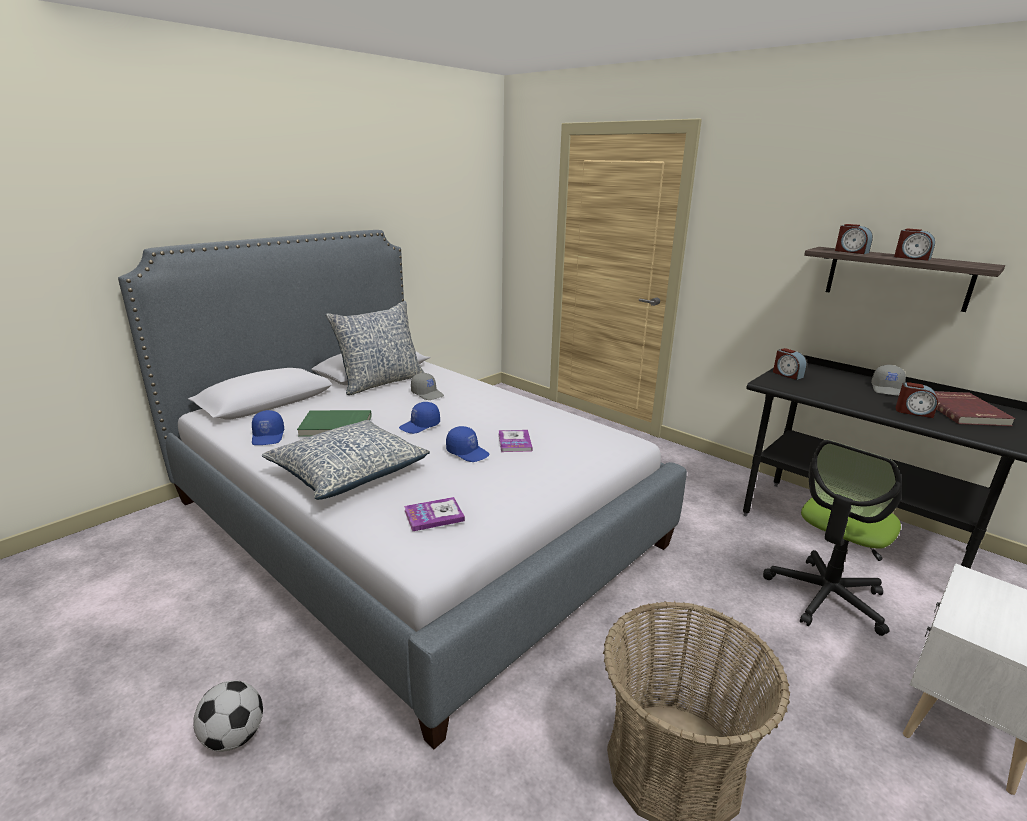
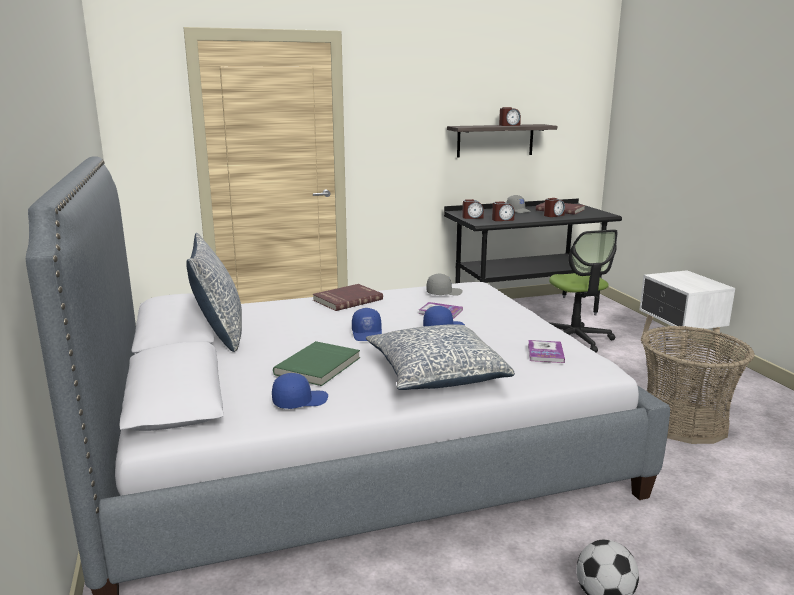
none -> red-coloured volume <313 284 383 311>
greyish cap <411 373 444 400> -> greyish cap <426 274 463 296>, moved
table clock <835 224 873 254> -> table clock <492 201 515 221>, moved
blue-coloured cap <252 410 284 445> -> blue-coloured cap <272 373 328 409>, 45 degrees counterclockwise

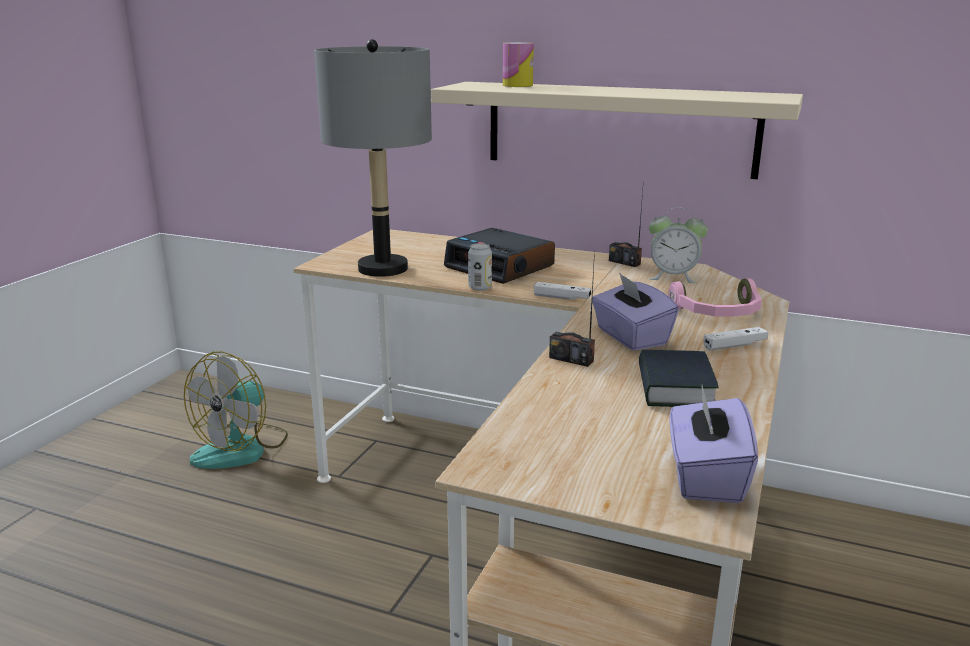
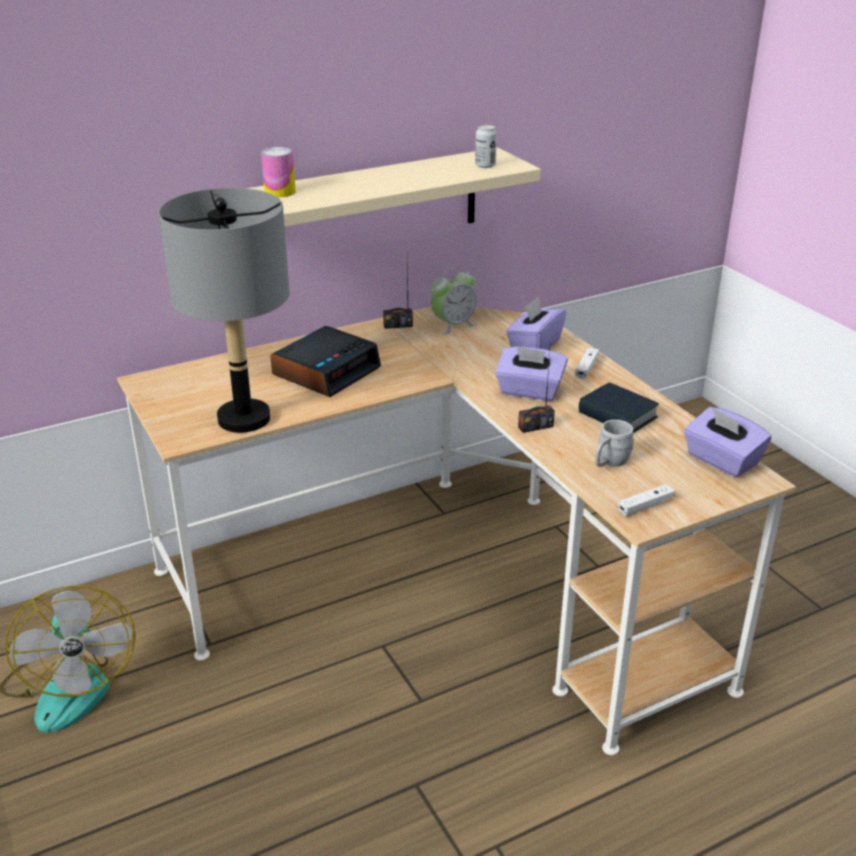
none -> greyish mug <595 420 634 467>
can <468 243 492 291> -> can <475 125 497 168>, moved
white joypad <534 282 591 300> -> white joypad <618 484 675 516>, moved
pinkish headphones <668 278 762 316> -> purple-coloured tissue holder <506 297 566 350>
table clock <444 228 555 284> -> table clock <270 326 381 397>, 45 degrees counterclockwise

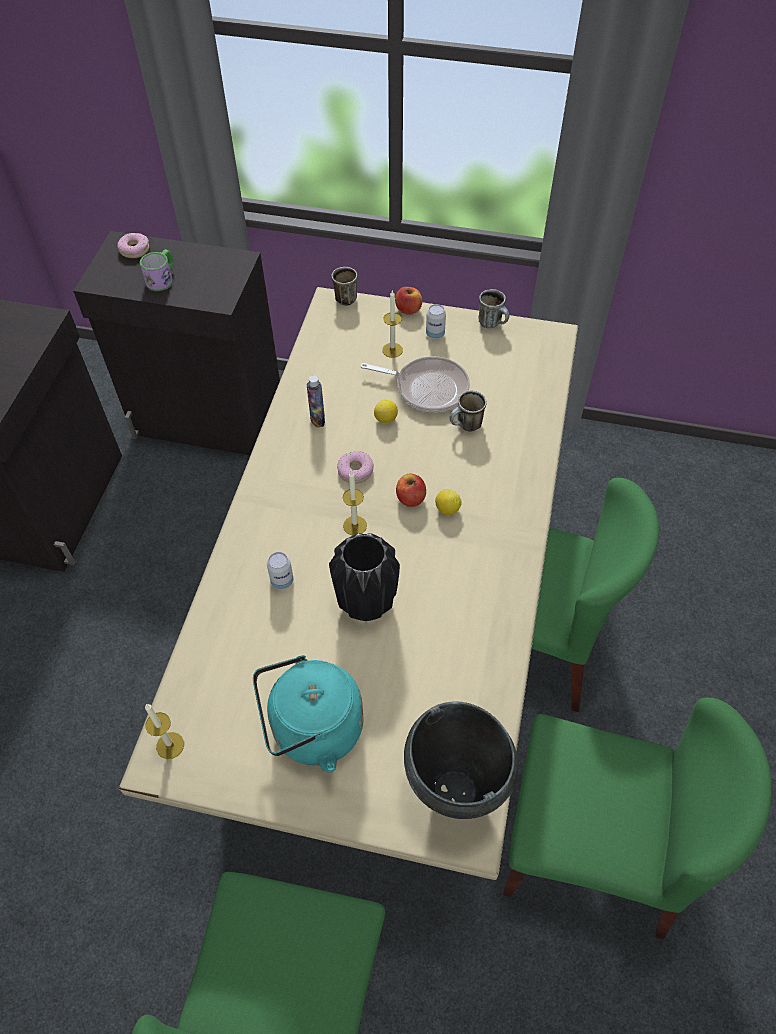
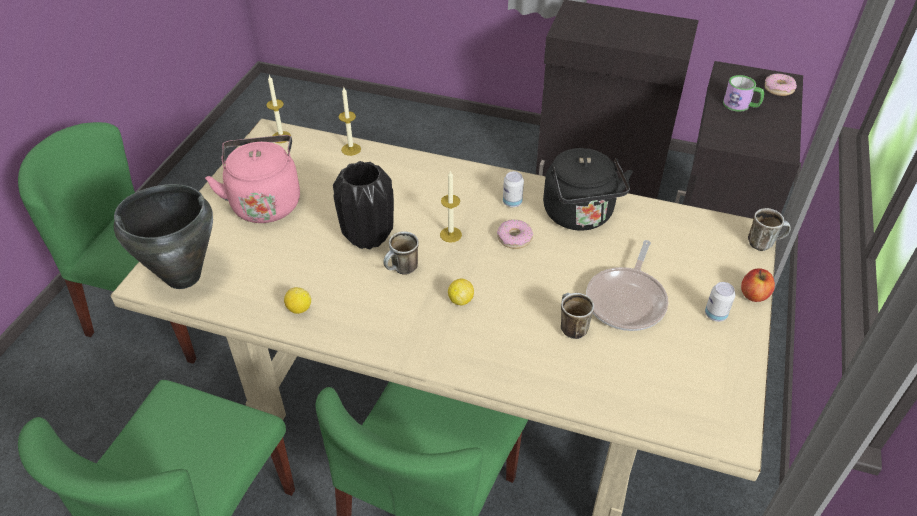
whole apple <396 474 426 507> -> none
can <267 552 294 589> -> can <503 171 524 207>, moved
whole lemon <374 400 398 424> -> whole lemon <284 287 311 314>, moved
wax candle <382 290 403 358> -> wax candle <339 86 361 156>, moved
mug <479 289 509 328> -> mug <383 231 419 274>, moved
beverage bottle <307 375 325 428> -> black tea kettle <543 148 633 231>
turquoise-coloured tea kettle <253 655 363 773> -> pinkish tea kettle <205 135 300 223>

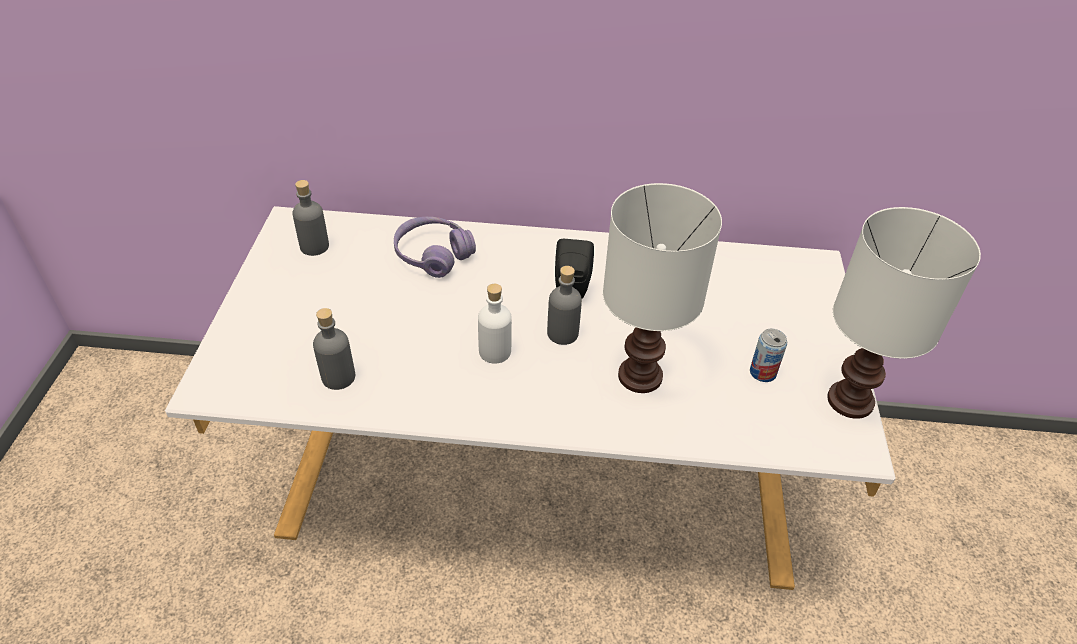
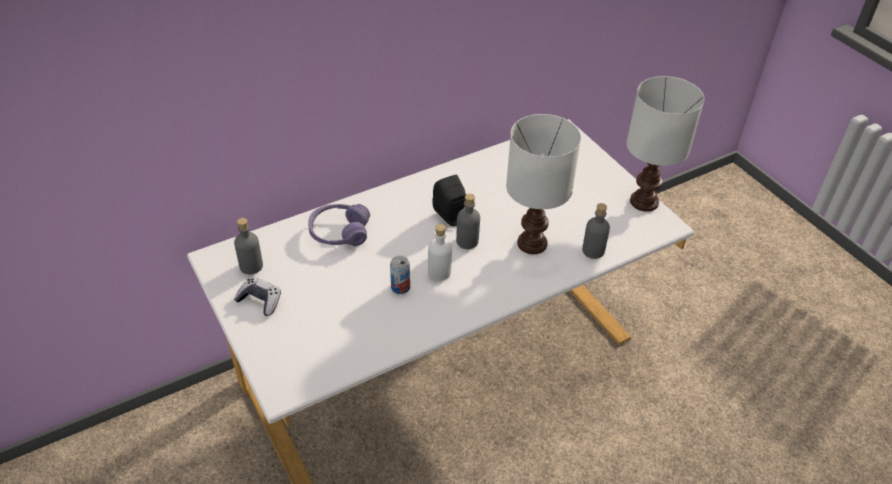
none -> joypad <234 277 281 316>
greyish beverage bottle <313 308 355 390> -> greyish beverage bottle <582 203 610 259>, moved
can <750 329 787 382> -> can <390 256 410 294>, moved

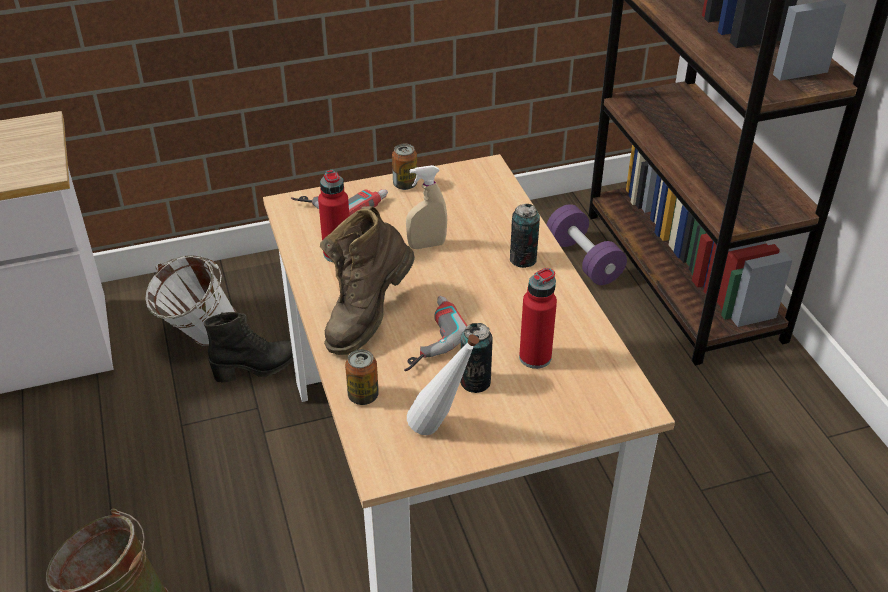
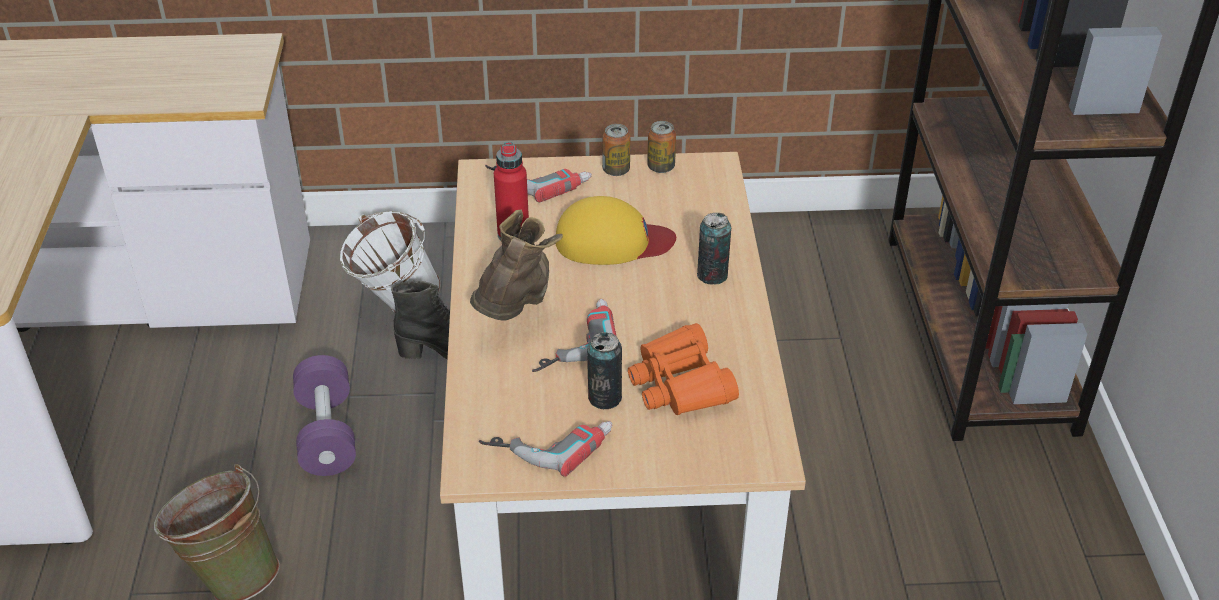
can <345 349 379 405> -> can <647 121 676 173>, moved
purple-coloured free weight <547 204 627 285> -> purple-coloured free weight <293 355 356 476>, moved
beige-coloured hand sprayer <406 165 447 249> -> yellowish cap <555 196 676 265>
white beverage bottle <407 334 479 435> -> electric drill <479 421 612 477>
red-coloured beverage bottle <519 268 557 369> -> orange-coloured pair of binoculars <628 323 739 415>
brown-coloured boot <320 206 415 355> -> brown-coloured boot <470 209 563 321>, 150 degrees clockwise

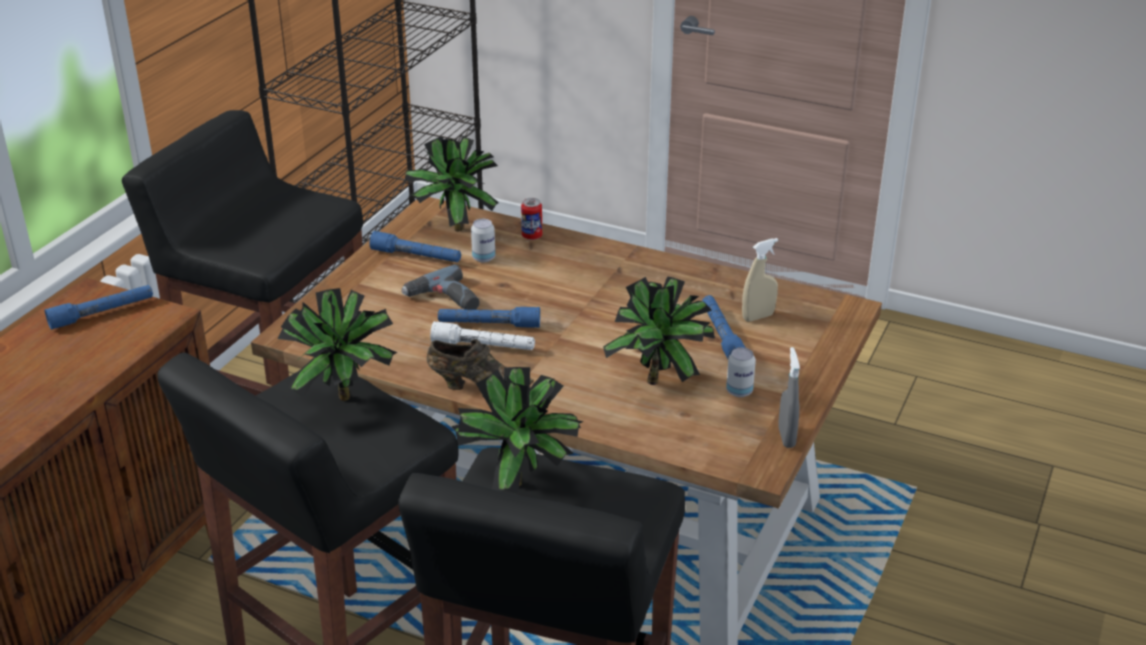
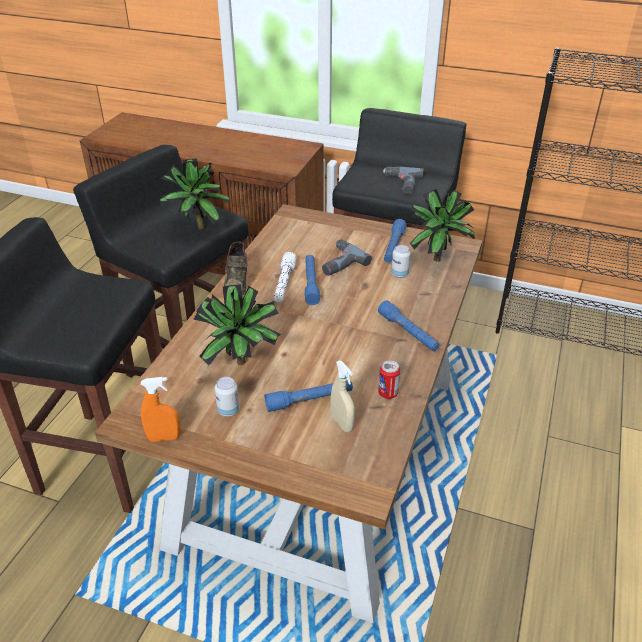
houseplant <451 367 584 494> -> none
none -> electric drill <383 167 424 195>
blue-coloured flashlight <45 285 153 330> -> blue-coloured flashlight <378 300 439 351>, moved
can <521 198 542 240> -> can <378 361 400 399>, moved
greyish hand sprayer <778 347 800 448> -> orange-coloured hand sprayer <141 377 180 442>

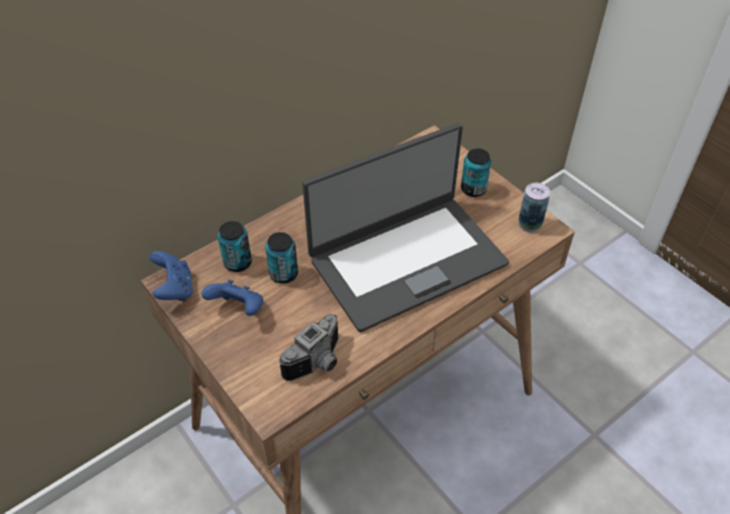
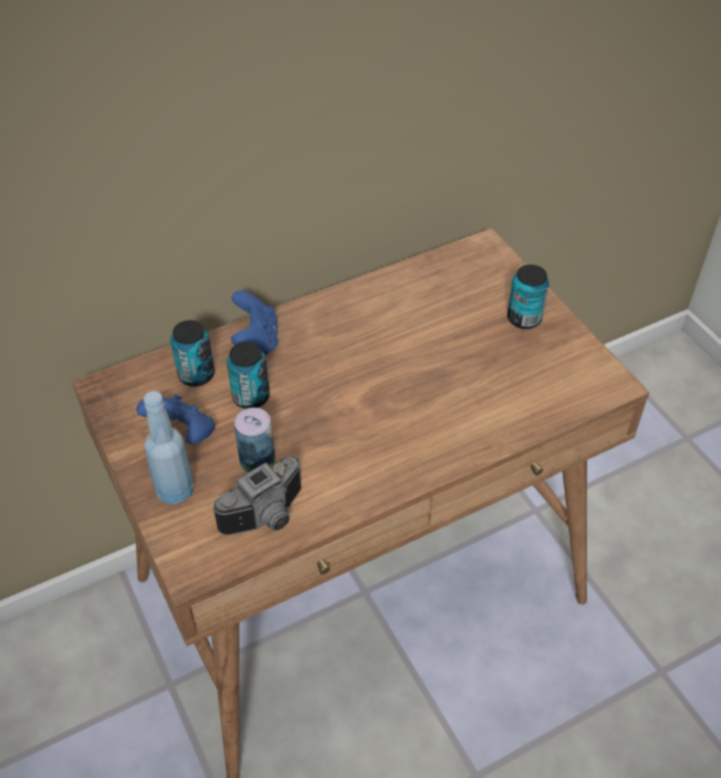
laptop <302 123 509 332> -> none
none -> blue-coloured beverage bottle <143 391 194 505>
blue-coloured joypad <149 251 193 301> -> blue-coloured joypad <231 291 278 355>, moved
can <518 183 550 233> -> can <234 408 275 474>, moved

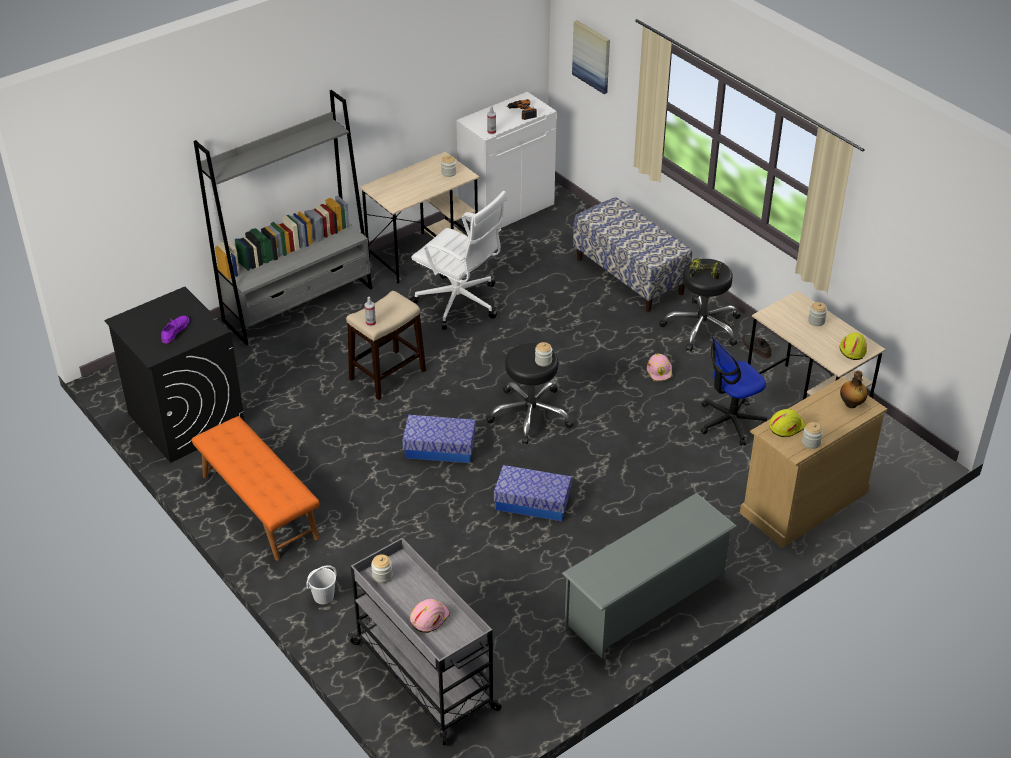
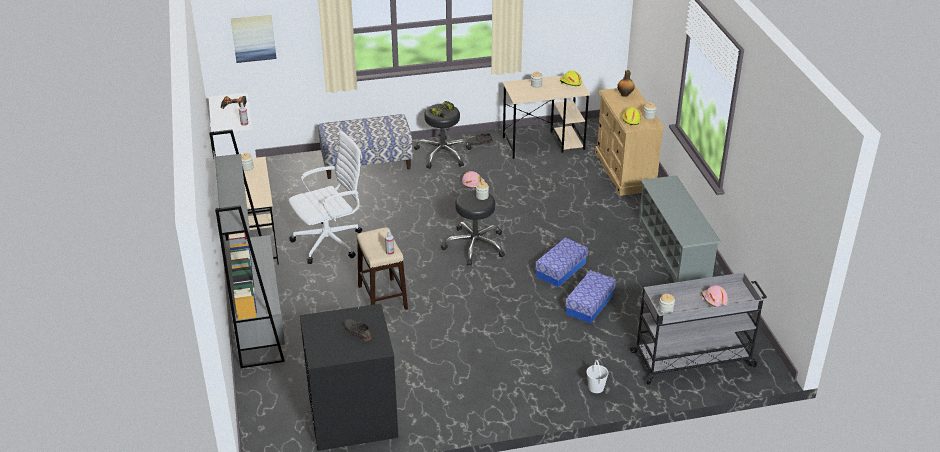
orange-coloured indoor bench <192 416 319 561> -> none
computer chair <700 337 767 446> -> none
storage container <402 415 476 463> -> storage container <565 270 616 323>, moved
purple-coloured item of footwear <161 315 189 344> -> greyish item of footwear <344 319 372 341>

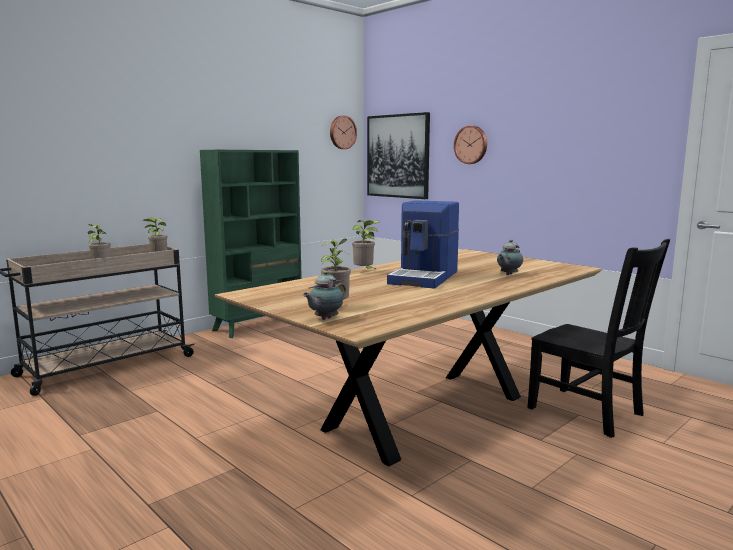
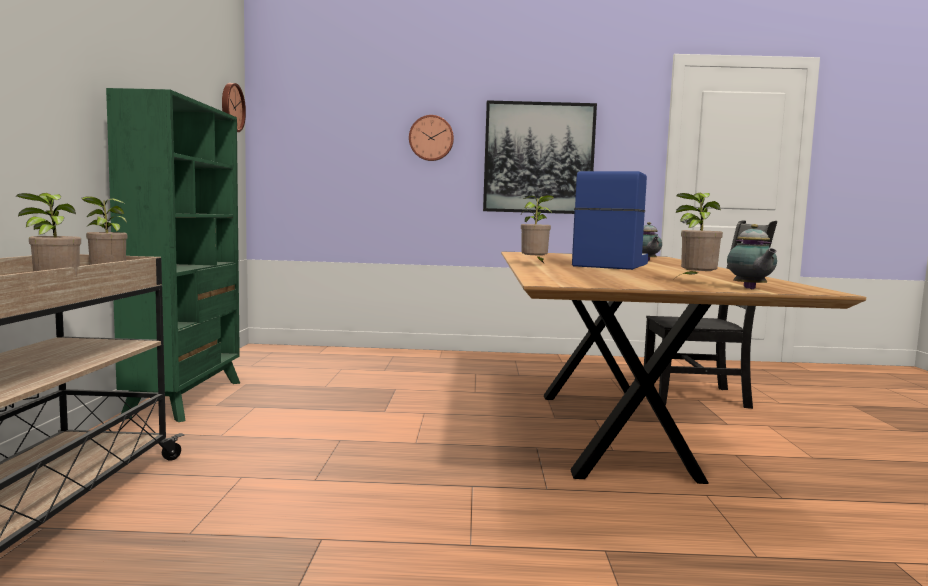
wall art <367 112 430 199> -> wall art <483 100 597 214>, moved
coffee machine <387 200 459 289> -> coffee machine <572 171 648 270>, 135 degrees counterclockwise

